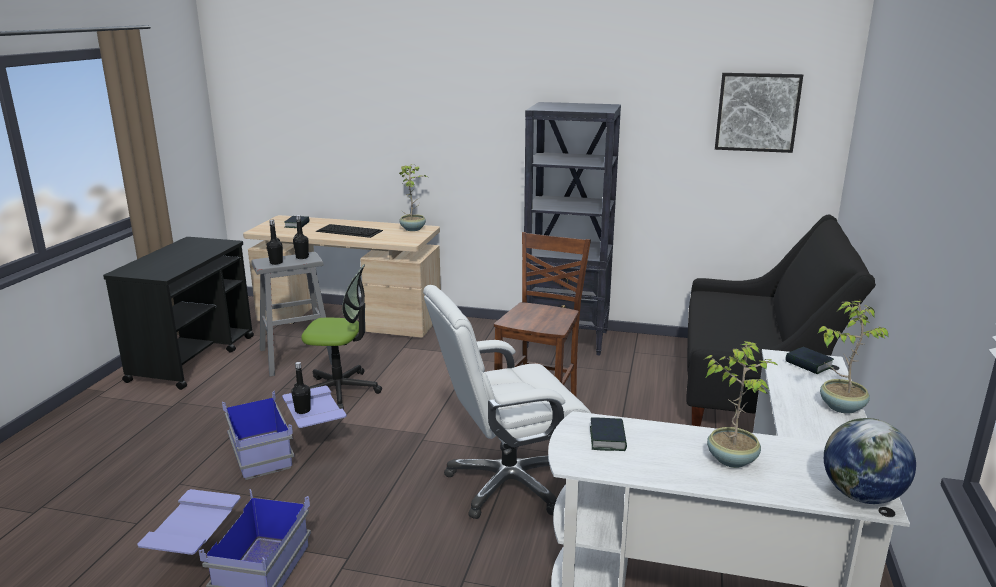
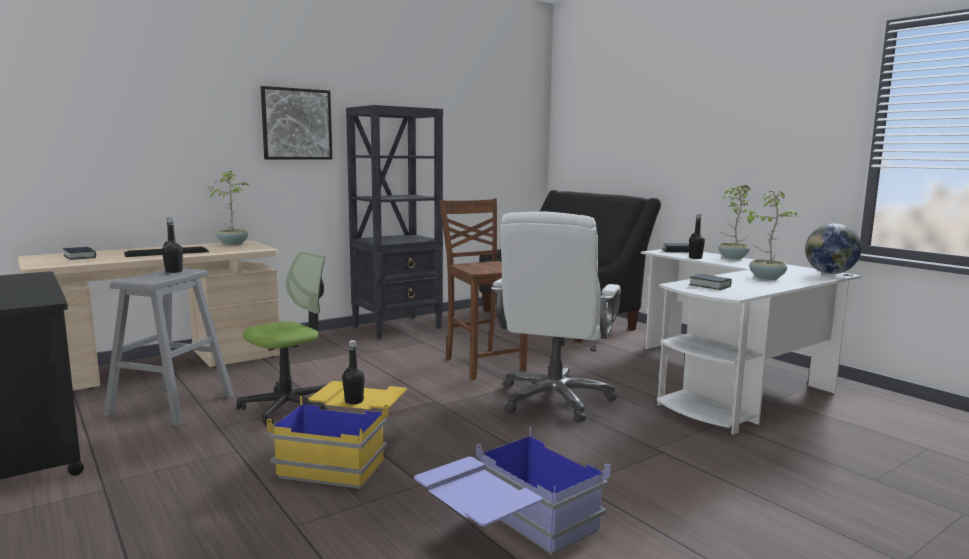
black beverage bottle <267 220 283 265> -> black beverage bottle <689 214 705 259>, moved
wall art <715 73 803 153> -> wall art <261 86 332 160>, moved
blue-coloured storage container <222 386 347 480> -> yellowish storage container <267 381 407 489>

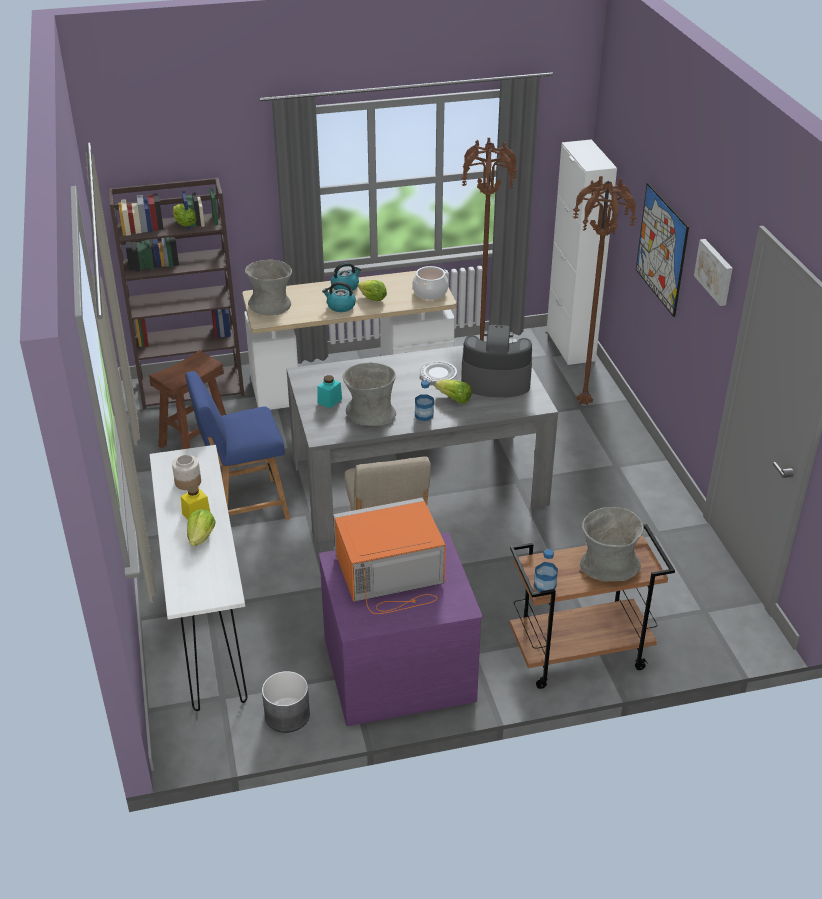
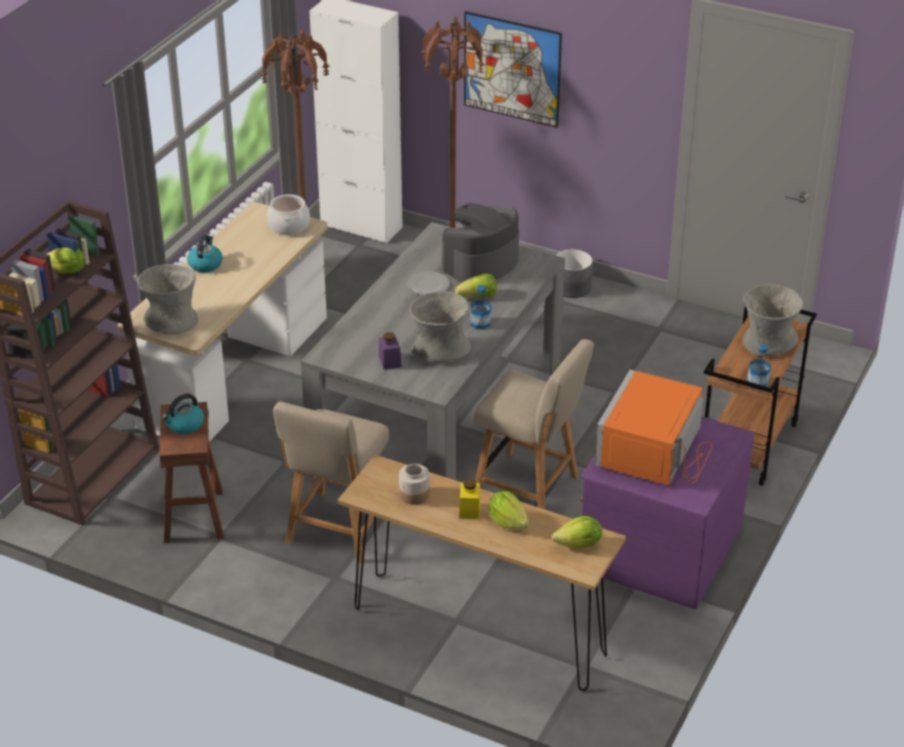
wall art <694 239 733 306> -> none
greyish flower pot <262 671 310 733> -> greyish flower pot <556 249 592 298>, moved
tea kettle <322 282 356 312> -> tea kettle <162 393 204 434>, moved
lettuce head <357 280 387 301> -> lettuce head <552 516 602 548>, moved
white narrow table <149 445 247 711> -> brown-coloured narrow table <338 454 626 691>
blue-coloured plain chair <185 371 290 520> -> beige-coloured plain chair <273 401 389 563>
turquoise-coloured preserve jar <318 375 342 408> -> purple-coloured preserve jar <379 332 401 370>

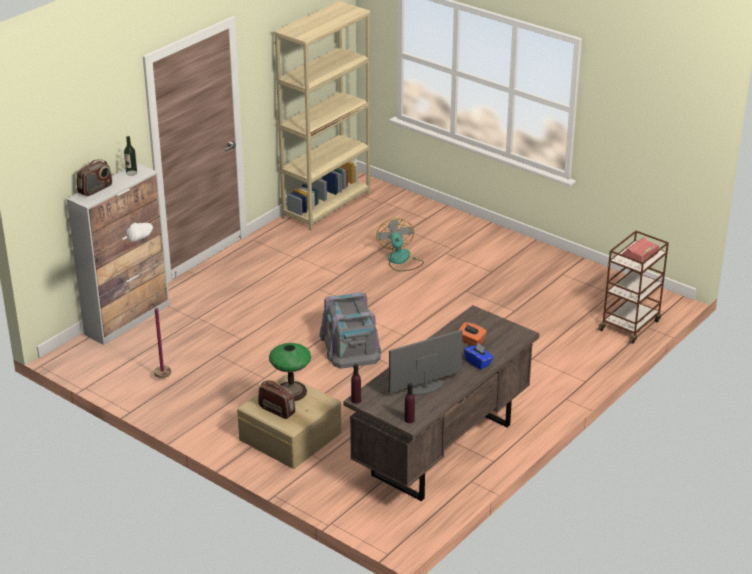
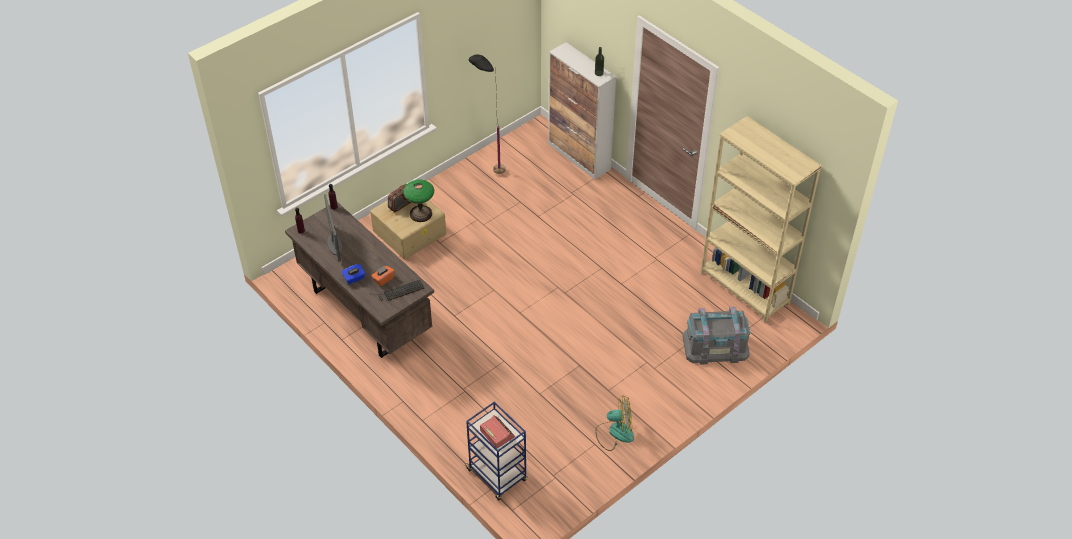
radio receiver <77 159 112 197> -> none
none -> keyboard <370 280 424 301>
greyish storage container <320 292 381 369> -> greyish storage container <682 307 750 365>, moved
fan <376 218 424 272> -> fan <595 395 634 451>, moved
white standing lamp <126 223 171 378> -> black standing lamp <469 54 506 174>
brown-coloured wheeled cart <598 231 669 344> -> blue-coloured wheeled cart <466 402 528 501>

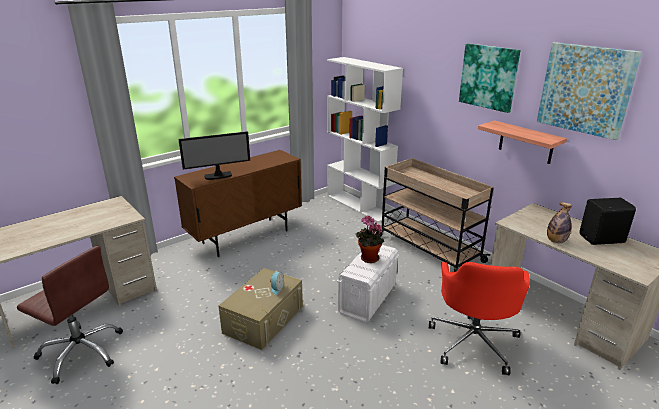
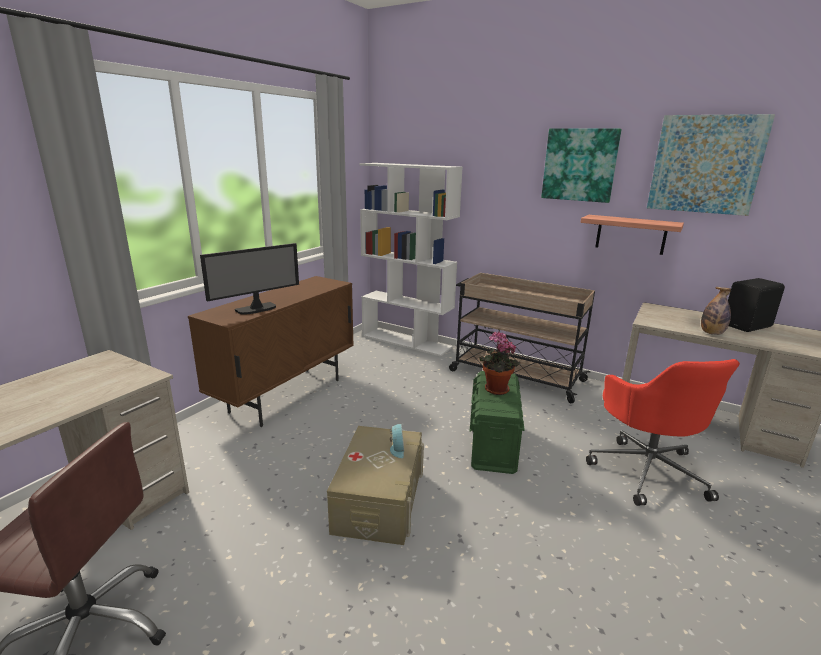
white storage container <337 245 399 322> -> green-coloured storage container <470 371 525 474>

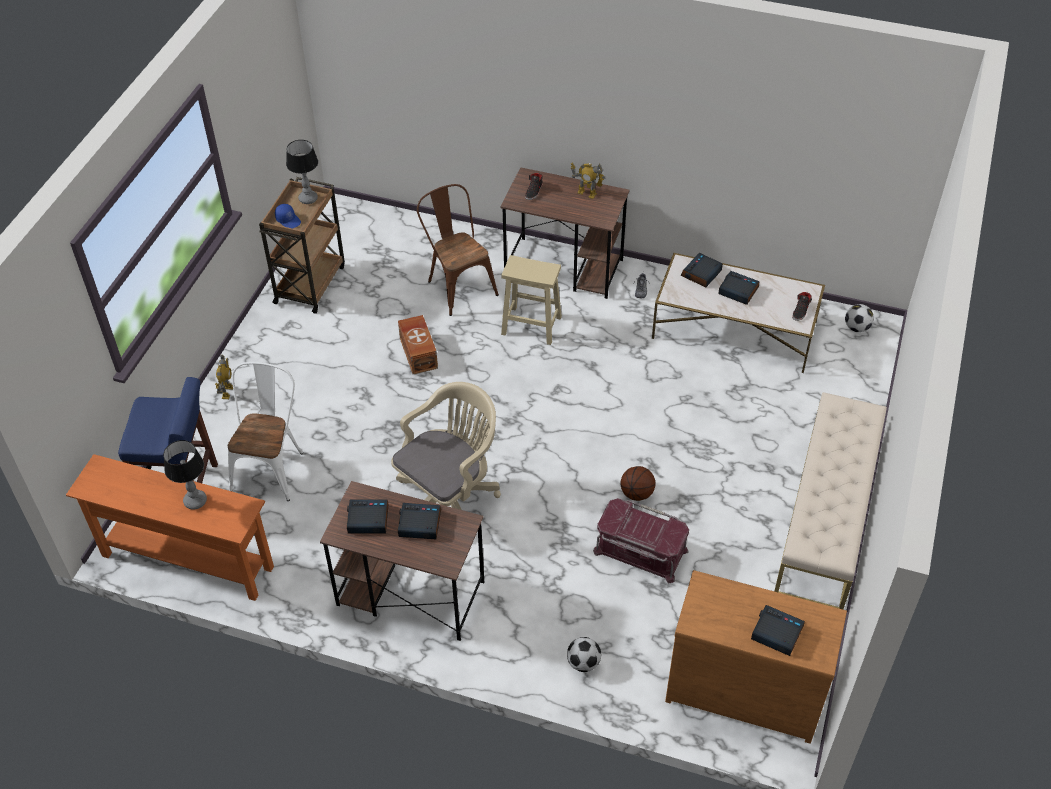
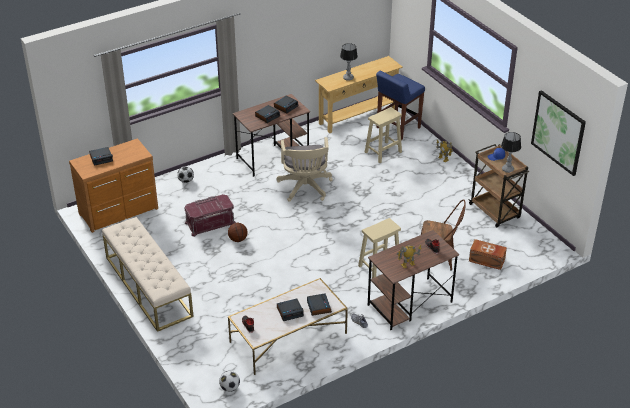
none -> wall art <531 90 586 176>
brown-coloured storage container <398 315 438 374> -> brown-coloured storage container <469 239 507 270>, moved
white plain chair <228 362 303 501> -> beige-coloured stool seat <365 107 402 163>
orange-coloured narrow table <66 454 274 601> -> beige-coloured narrow table <315 56 403 133>

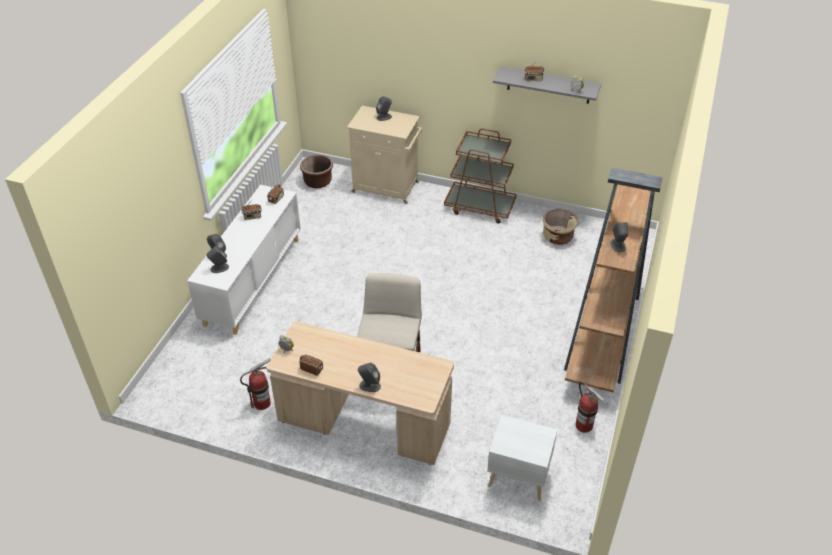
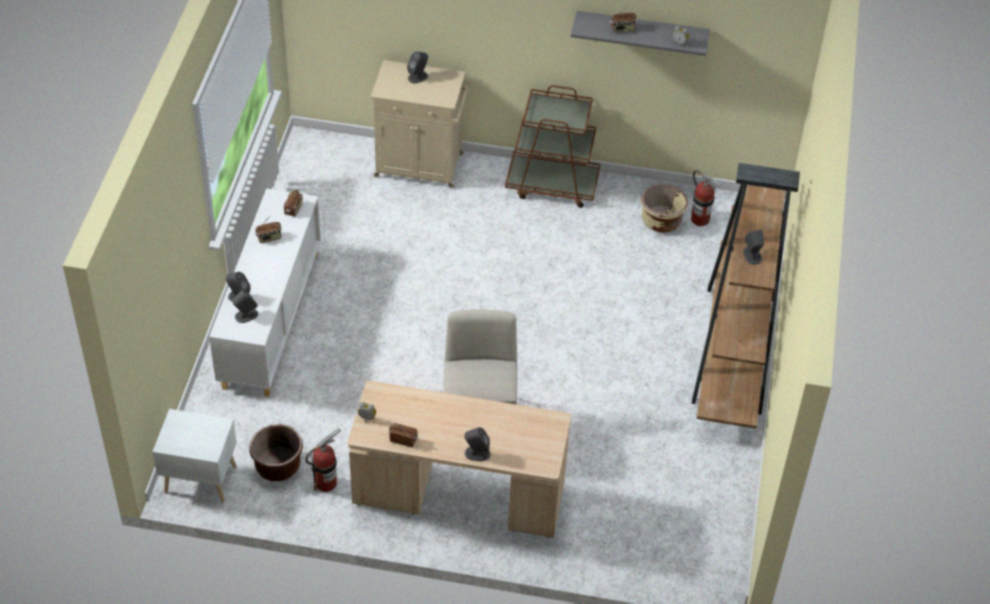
brown-coloured flower pot <300 155 333 188> -> brown-coloured flower pot <249 424 303 481>, moved
white bedside table <487 415 558 501> -> white bedside table <153 409 237 503>, moved
fire extinguisher <575 382 604 433> -> fire extinguisher <691 170 721 226>, moved

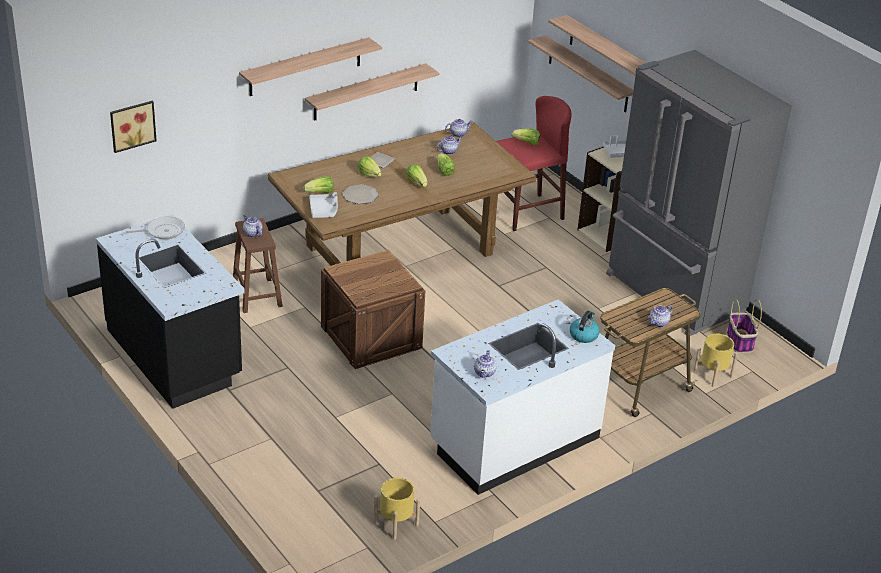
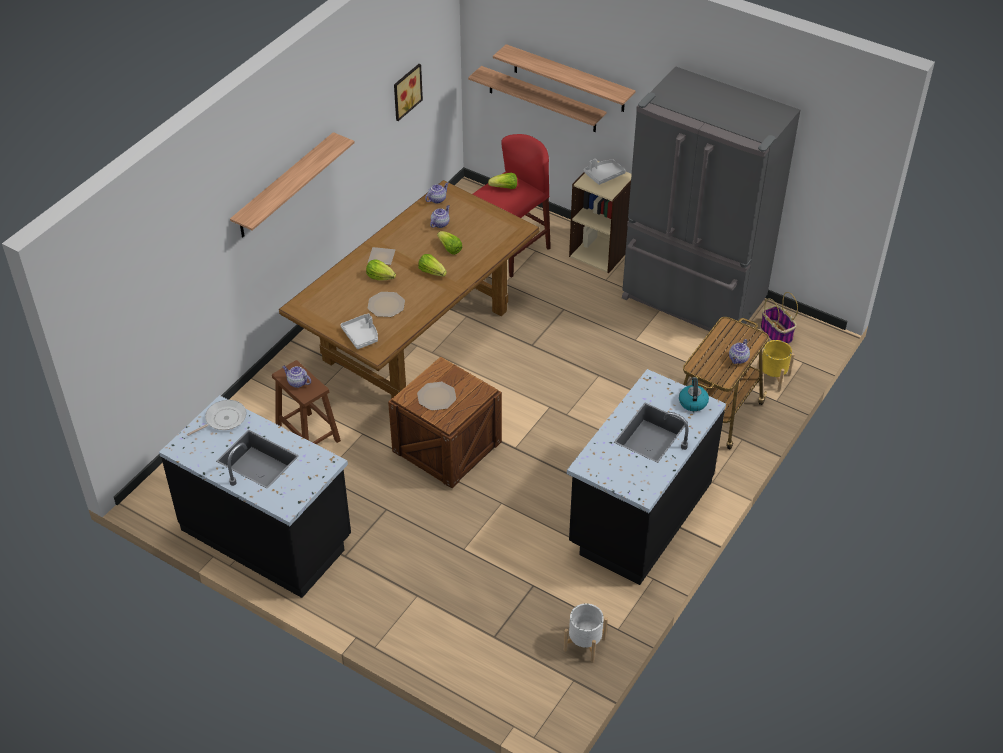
lettuce head <303 176 334 193> -> none
shelf <305 63 439 121> -> none
pot for tea <474 350 497 378> -> none
none -> plate <417 382 456 411>
wall art <110 101 157 153> -> wall art <394 64 423 121>, moved
yellowish flower pot <374 478 420 540> -> white flower pot <564 603 608 663>
white kitchen counter <430 299 615 495> -> black kitchen counter <567 369 726 585>

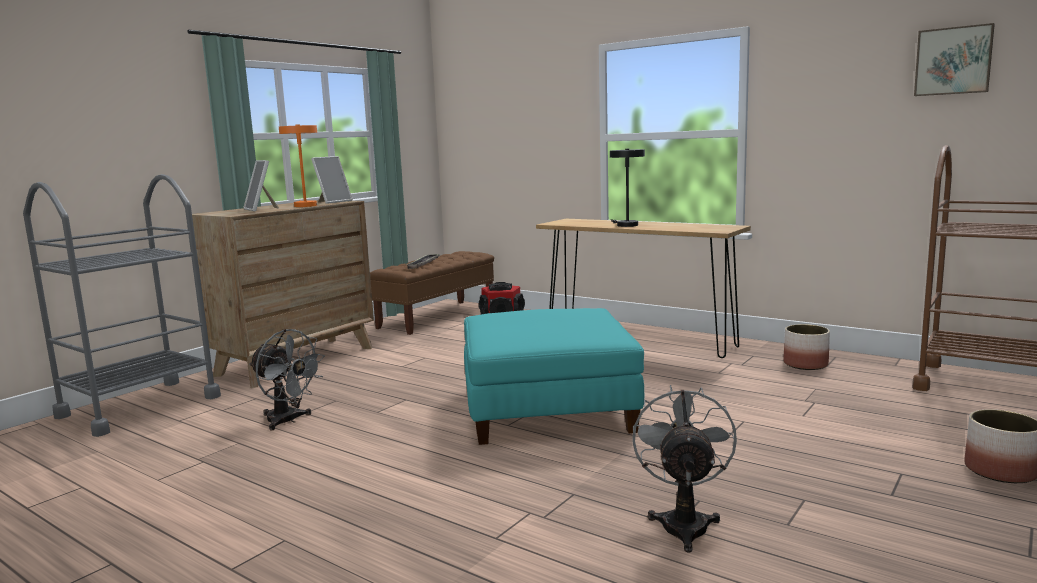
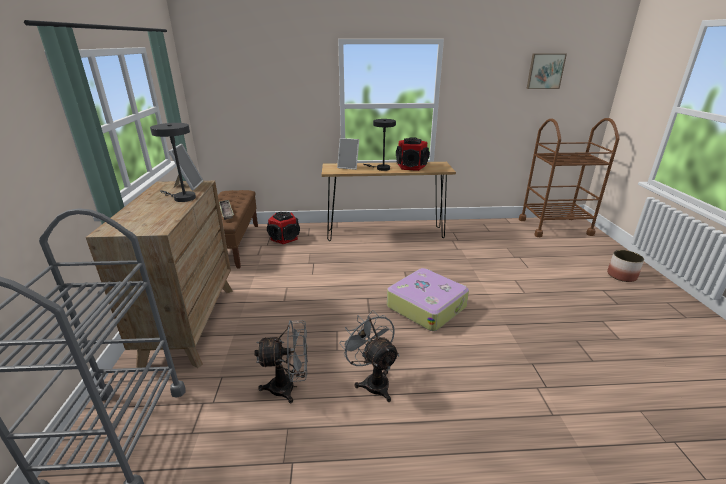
flower pot <783 324 830 370> -> none
none -> loudspeaker <396 137 430 171>
photo frame <243 160 279 211> -> photo frame <337 138 359 170>, moved
greyish fan <632 385 737 553> -> greyish fan <339 310 399 402>, moved
turquoise-coloured pouffe <464 308 644 445> -> travel case <387 268 469 331>
orange-coloured lamp for a table <279 124 317 207> -> greyish lamp for a table <150 123 196 202>

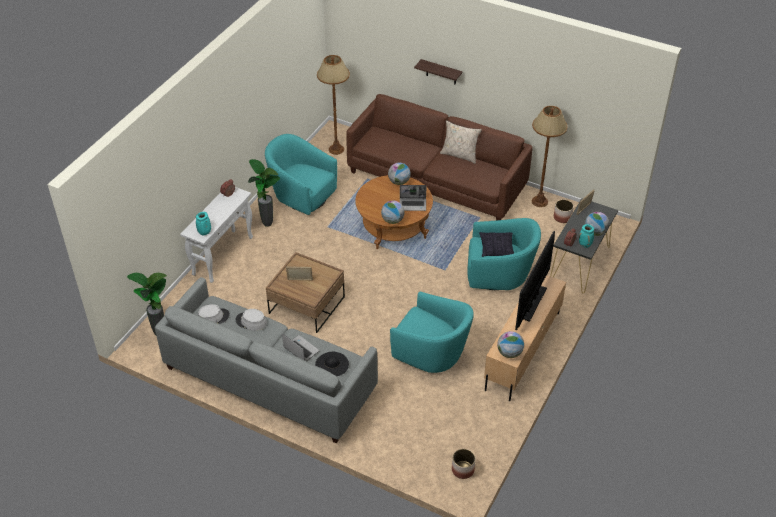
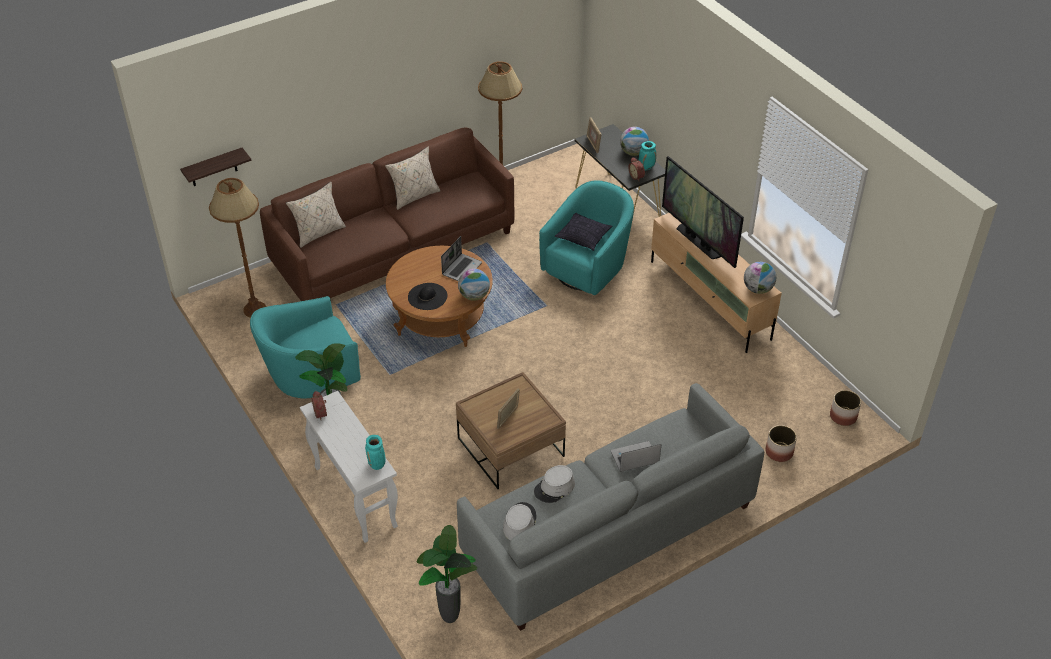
desk globe <388 163 411 185> -> none
turquoise-coloured easy chair <390 292 474 373> -> none
none -> beige-coloured throw pillow <286 182 346 248>
black hat <315 352 349 376> -> black hat <408 283 447 310>, moved
shelf <414 59 463 85> -> shelf <180 148 252 186>, moved
flower pot <554 199 574 223> -> flower pot <766 425 797 462>, moved

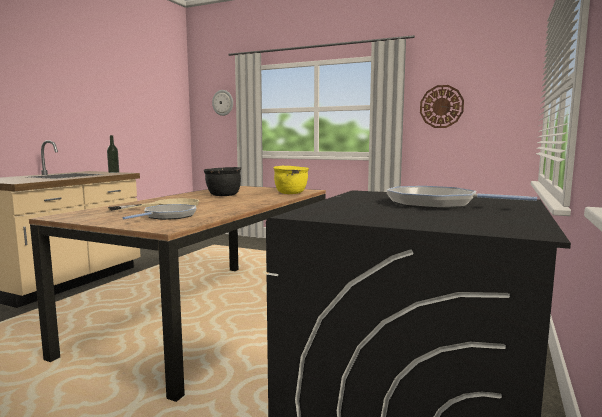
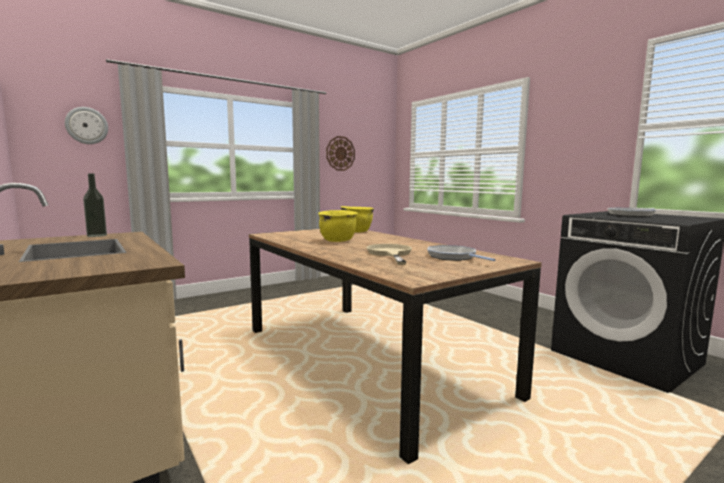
black cooking pot <203 167 241 196> -> yellowish cooking pot <318 210 358 242>

